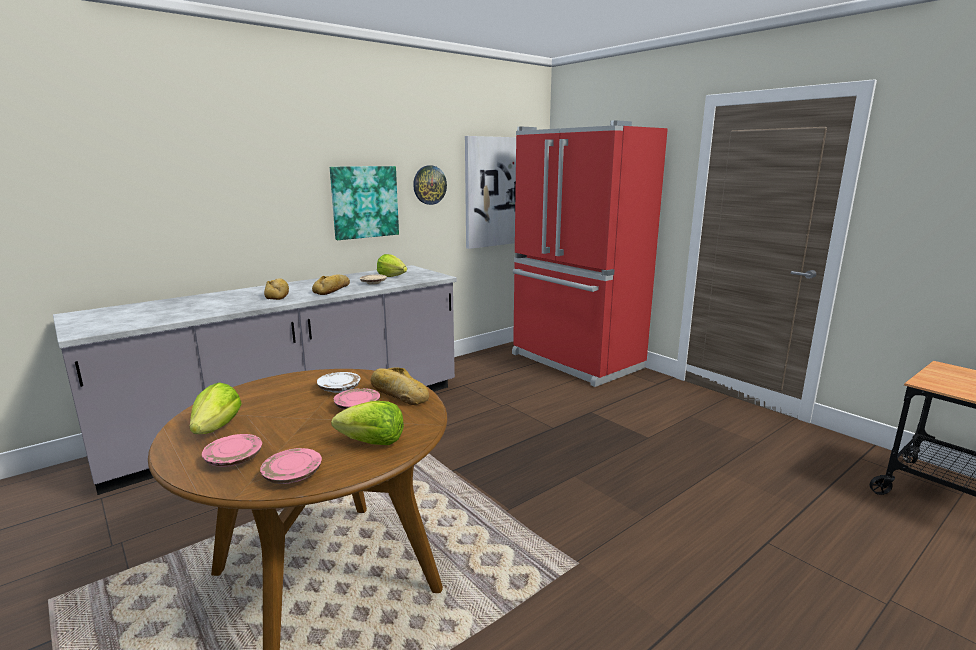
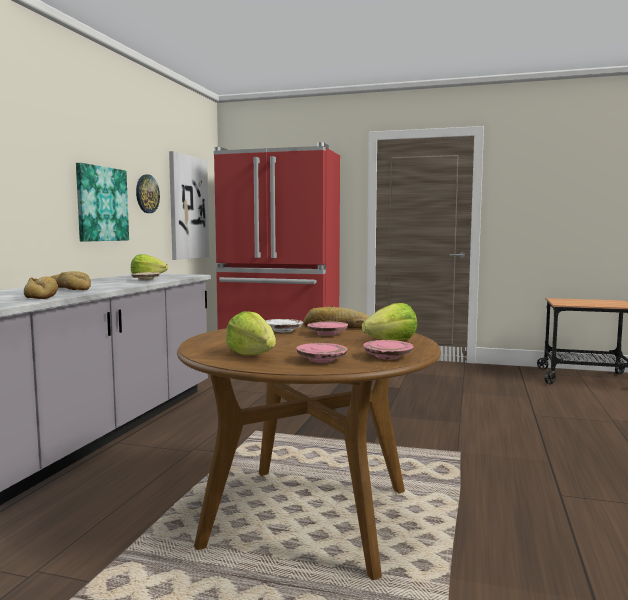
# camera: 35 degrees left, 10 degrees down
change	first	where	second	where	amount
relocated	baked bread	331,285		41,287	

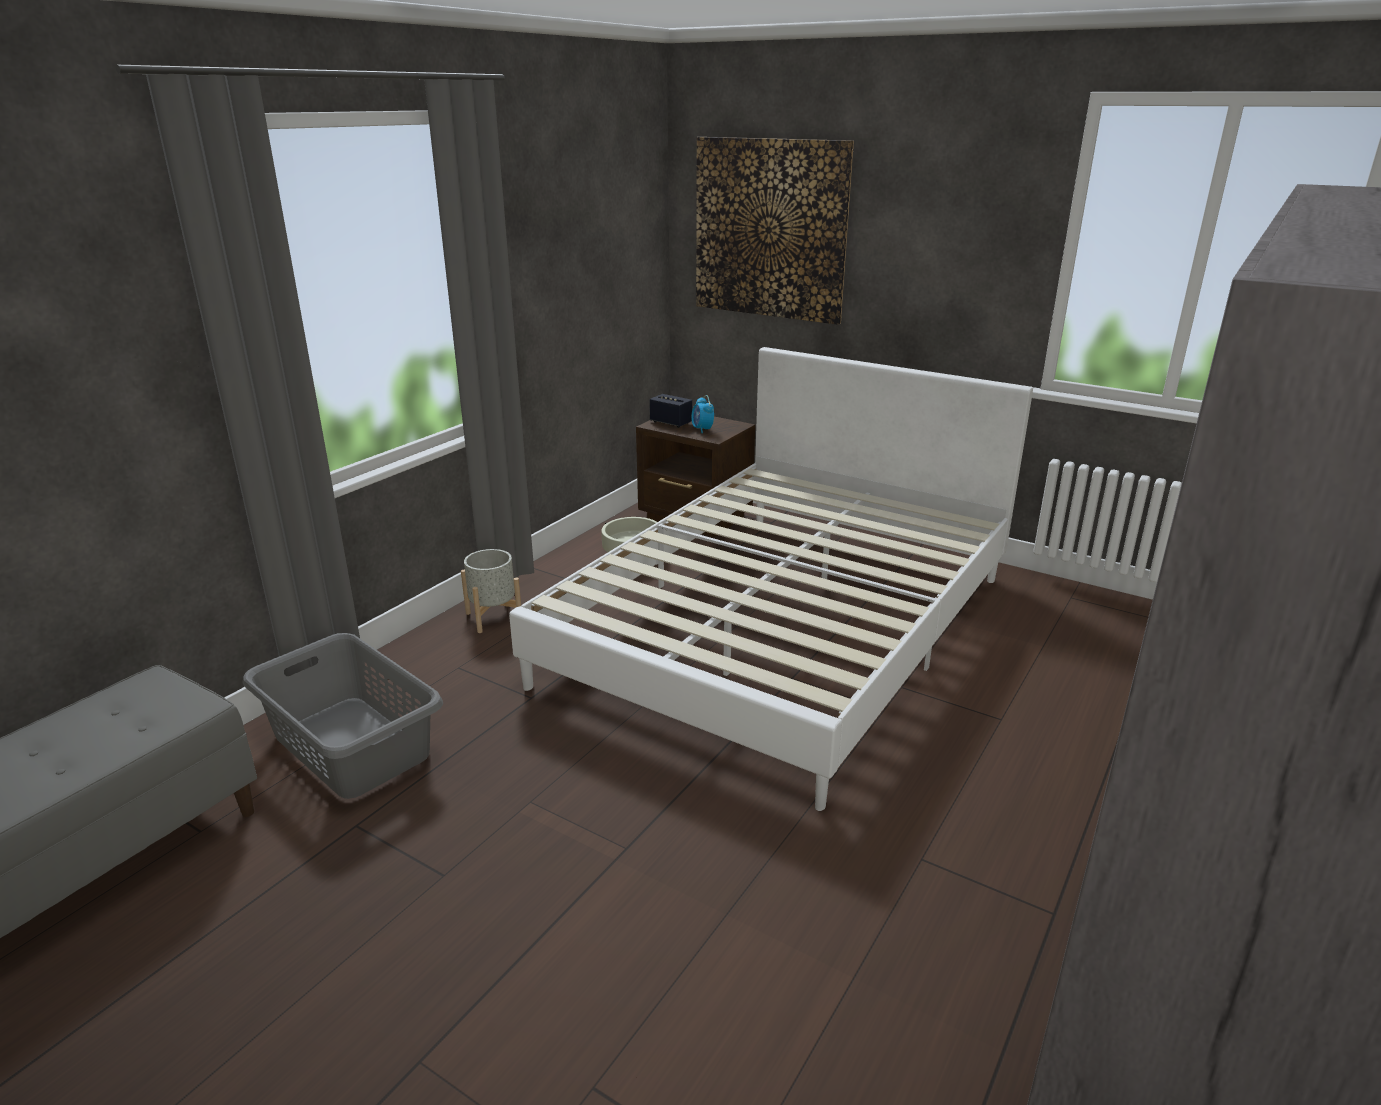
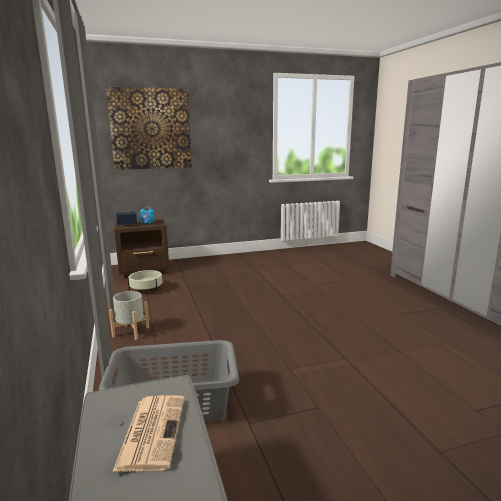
# camera: 50 degrees left, 10 degrees down
change	first	where	second	where	amount
missing	white-coloured bedroom bed	771,579			
appeared			printed paper	148,433	

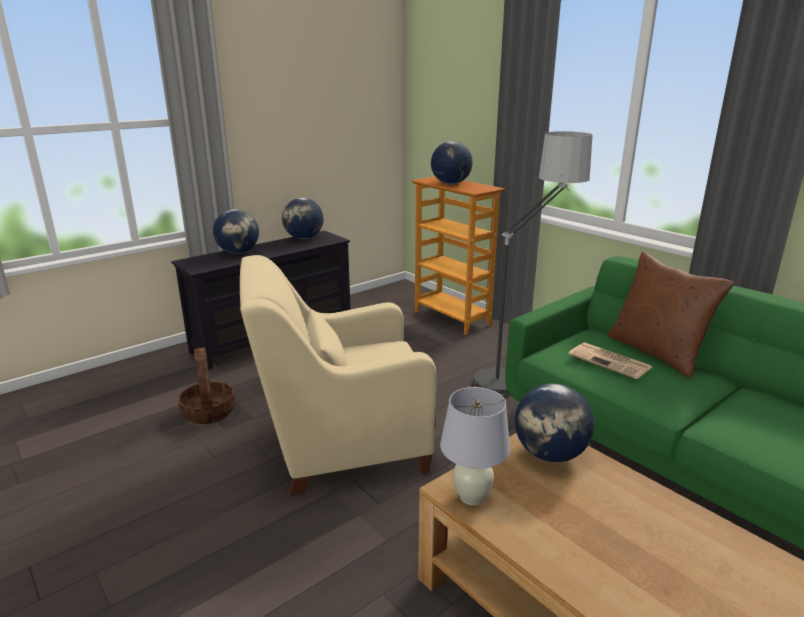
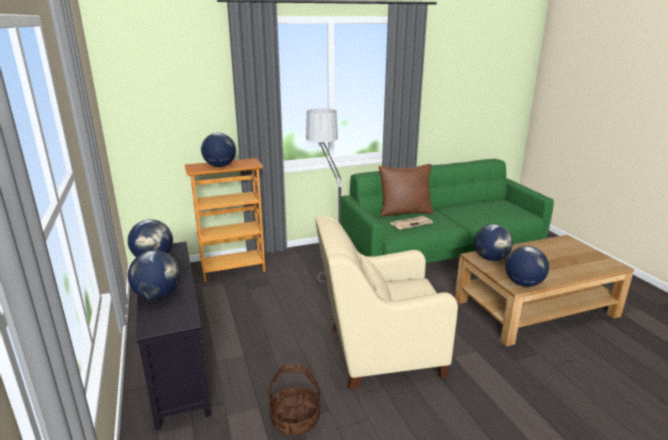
# camera: 70 degrees left, 0 degrees up
change	first	where	second	where	amount
spun	sand-coloured armchair	338,375		386,302	75 degrees clockwise
exchanged	white-coloured tabletop lamp	475,446	globe	527,266	

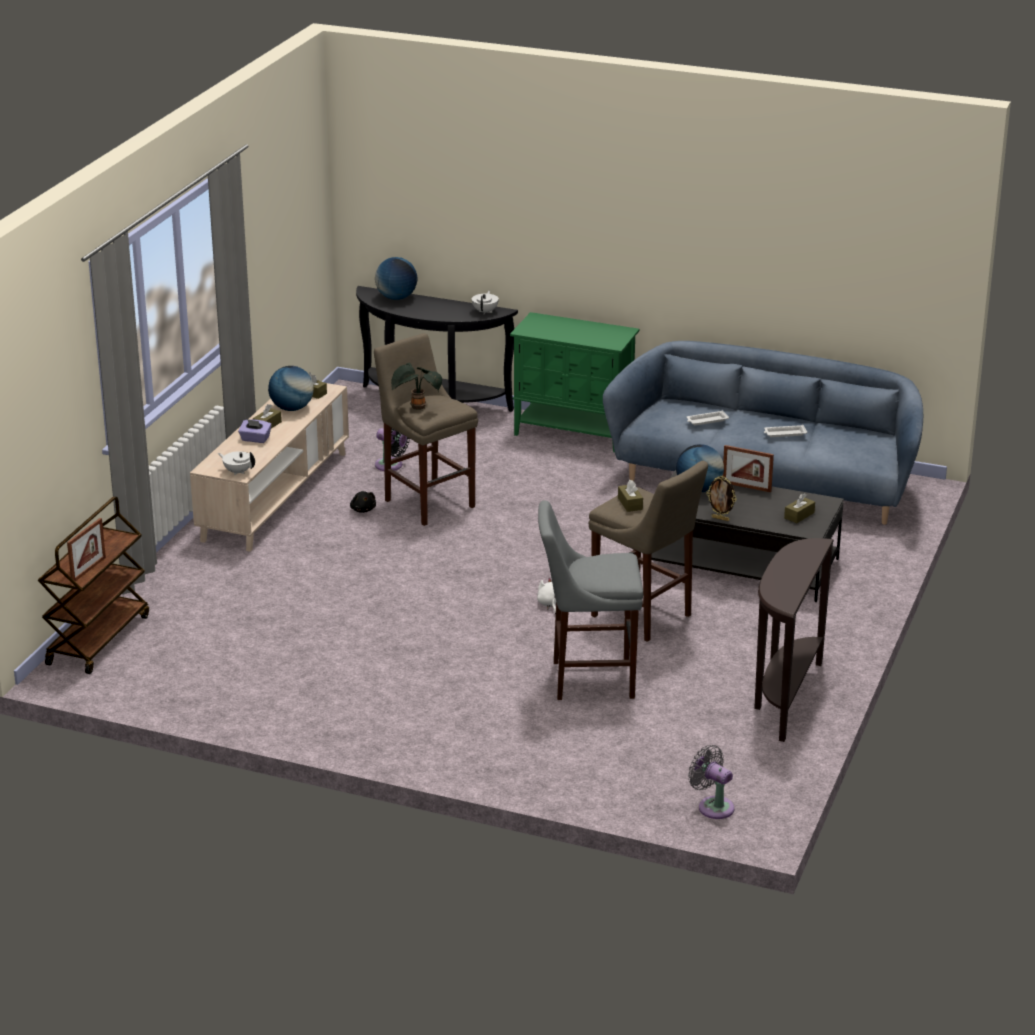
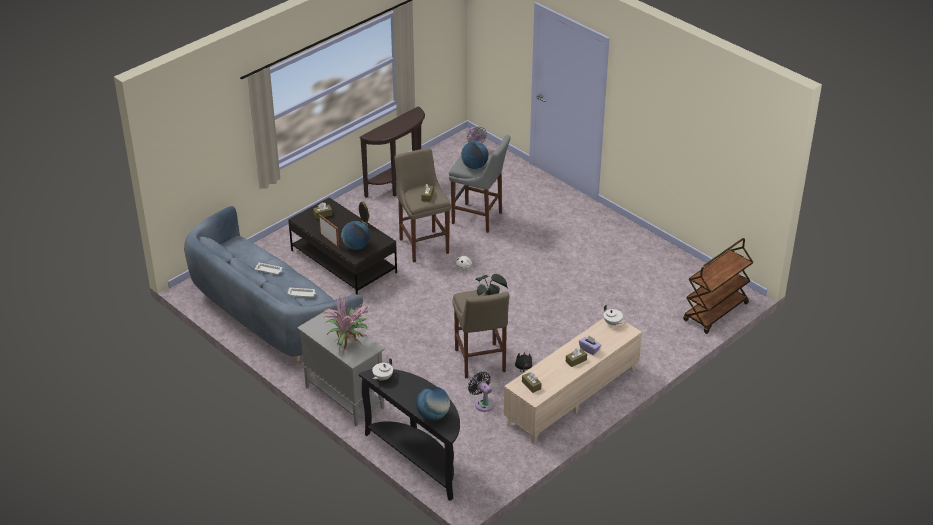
# camera: 155 degrees left, 10 degrees up
change	first	where	second	where	amount
colour	greenish cupboard	575,382	greyish cupboard	341,368	
relocated	globe	291,388		475,155	
missing	picture frame	86,549			
appeared			potted plant	344,324	

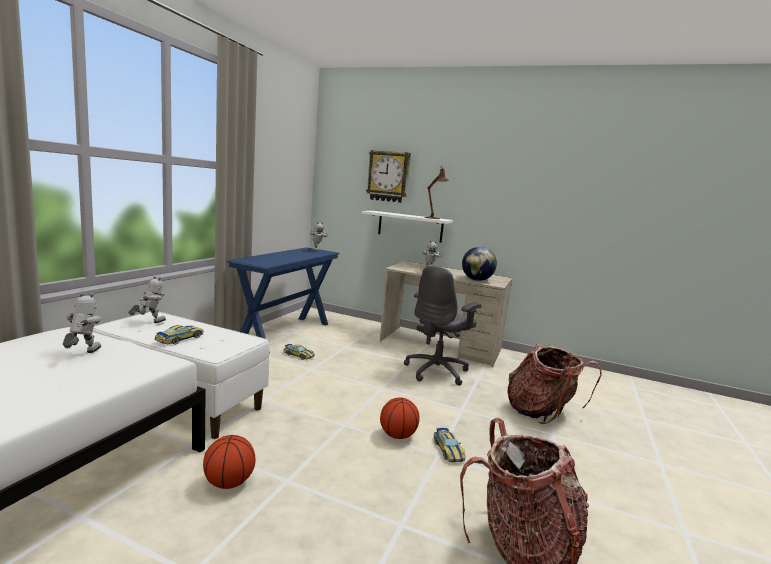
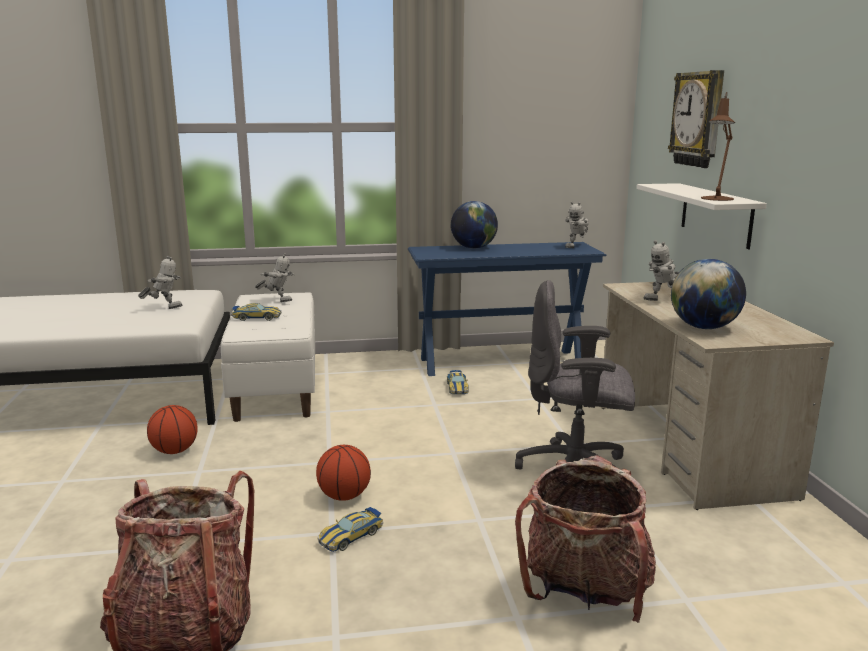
# camera: 60 degrees right, 5 degrees up
change	first	where	second	where	amount
appeared			globe	474,225	

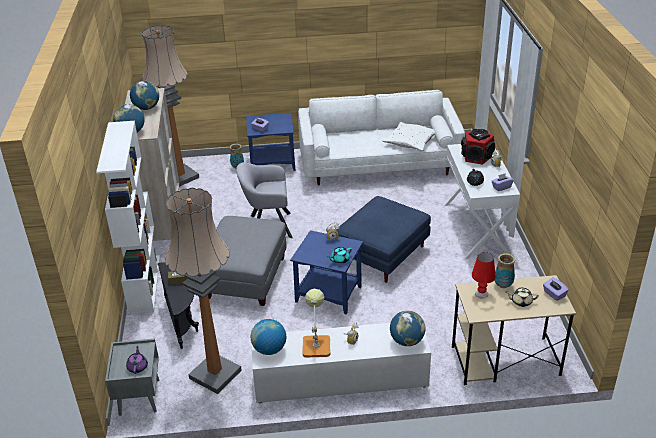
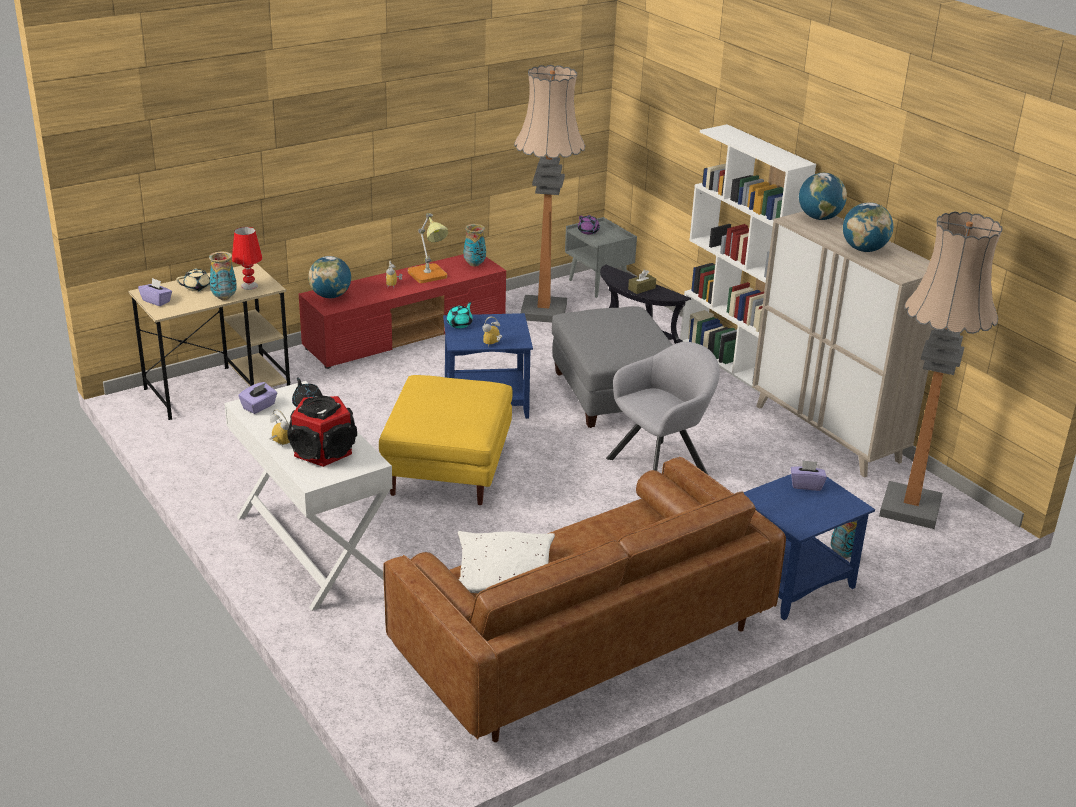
# camera: 150 degrees right, 5 degrees down
change	first	where	second	where	amount
colour	white-coloured settee	381,137	brown-coloured settee	584,599	
colour	blue pouffe	383,239	yellow pouffe	446,440	
exchanged	globe	268,337	vase	475,245	
colour	white-coloured tv unit	341,363	red tv unit	402,311	

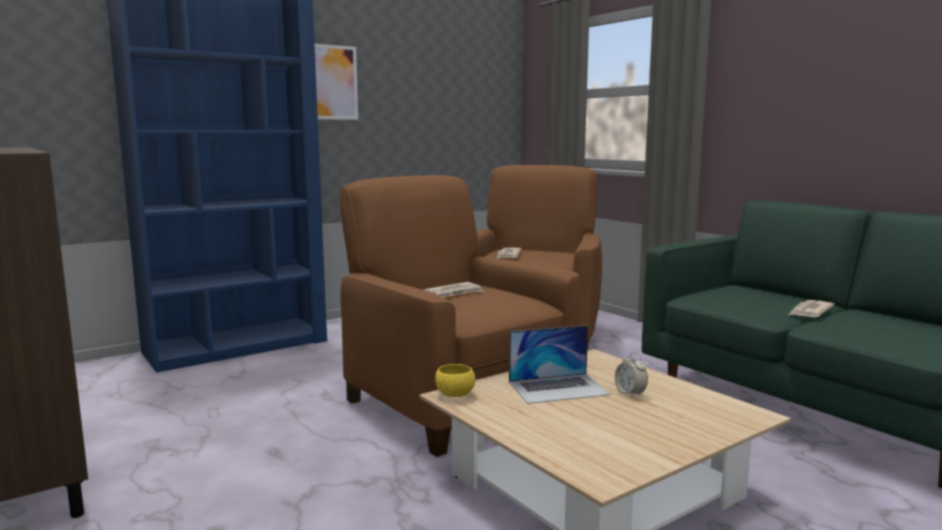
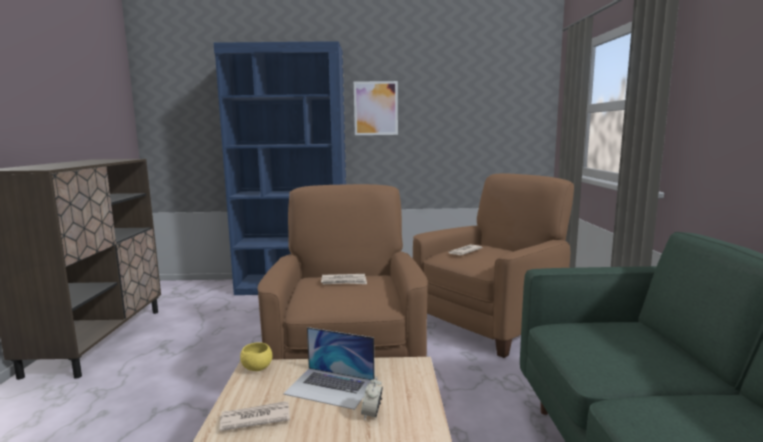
# camera: 35 degrees right, 0 degrees up
change	first	where	second	where	amount
relocated	printed paper	812,308		254,416	

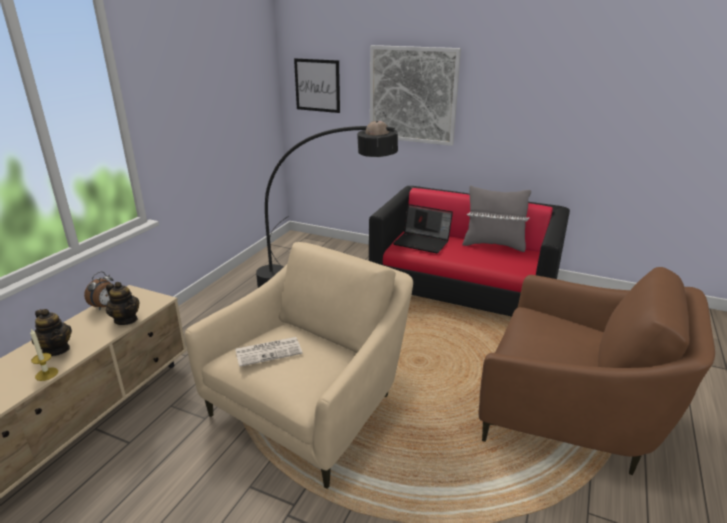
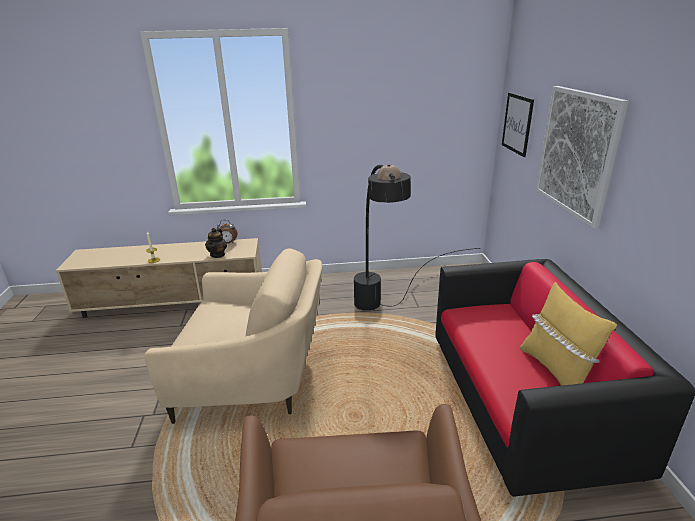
# camera: 60 degrees right, 0 degrees up
change	first	where	second	where	amount
colour	greyish pillow	496,218	yellow pillow	568,334	
missing	laptop	423,228			
missing	pot for tea	52,332			
missing	printed paper	269,352			

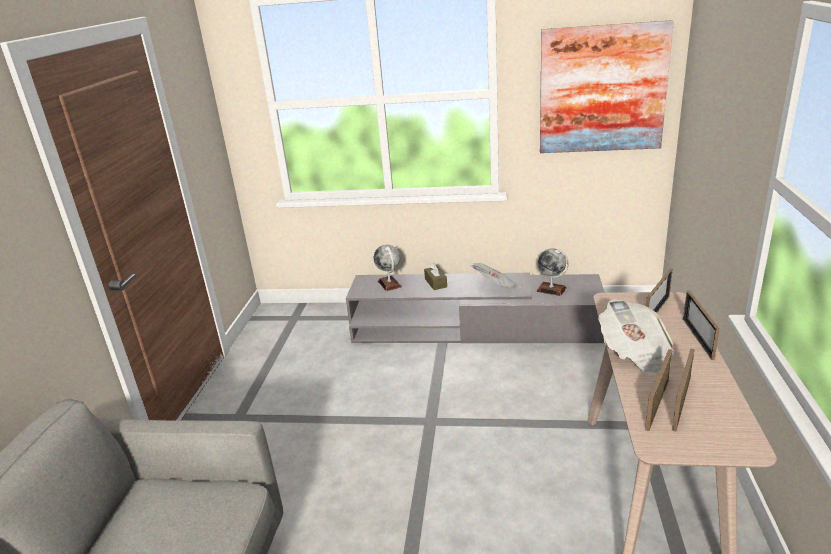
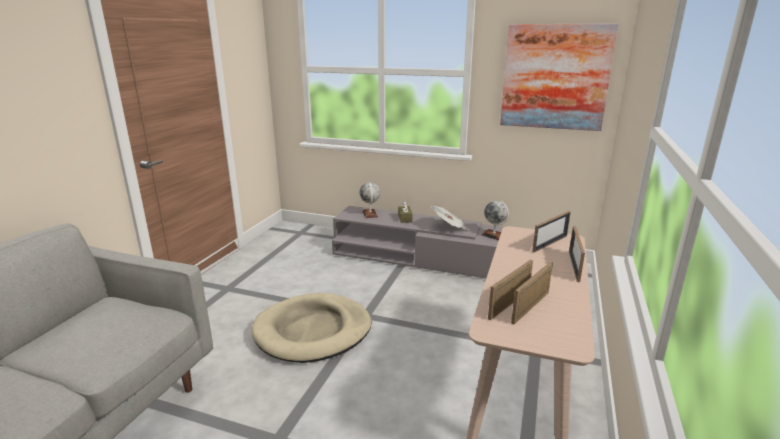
# camera: 10 degrees right, 5 degrees down
change	first	where	second	where	amount
missing	printed paper	637,337			
appeared			sand-coloured dog cushion	311,328	

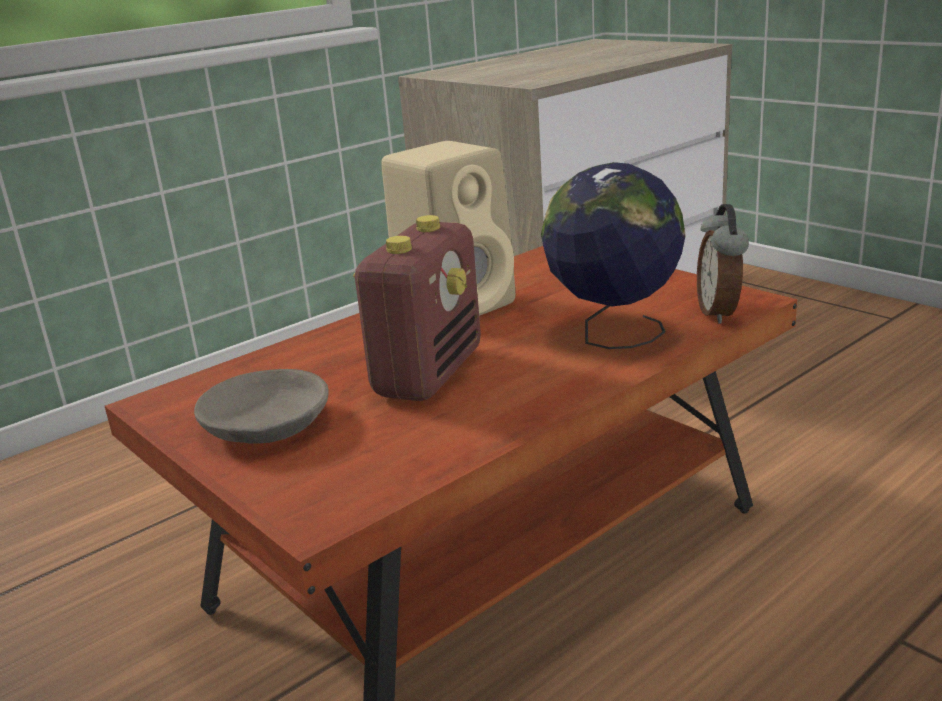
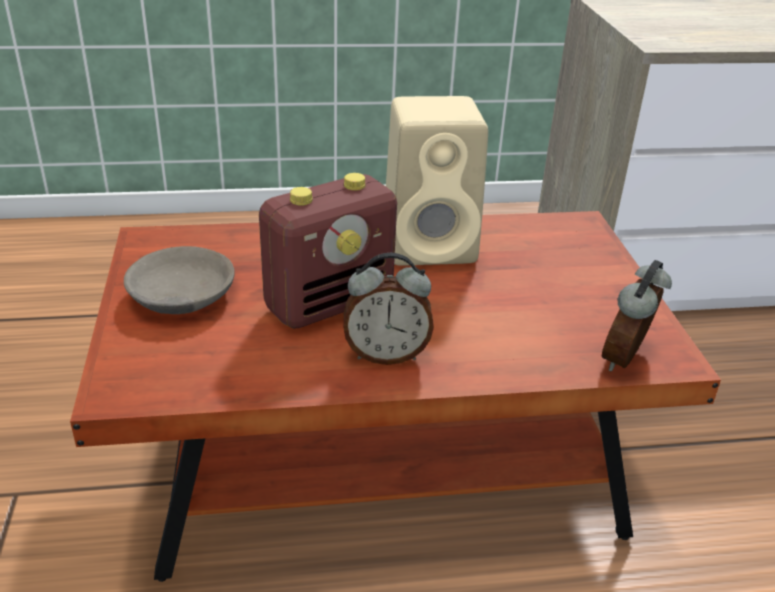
# camera: 30 degrees right, 10 degrees up
change	first	where	second	where	amount
missing	globe	613,255			
appeared			bedside clock	388,309	

